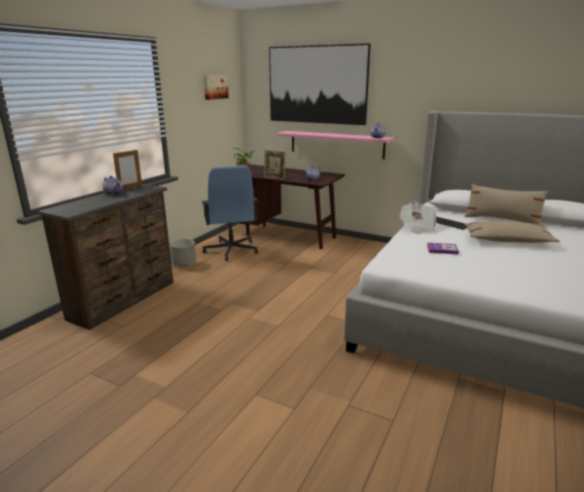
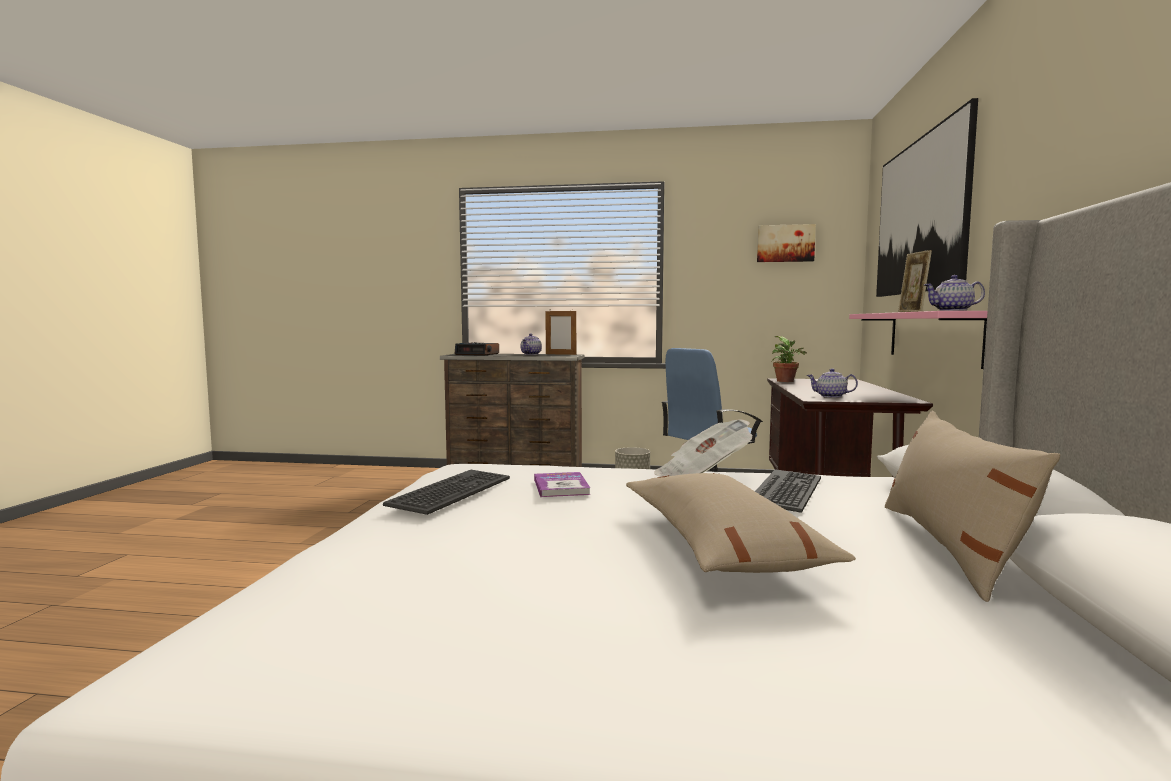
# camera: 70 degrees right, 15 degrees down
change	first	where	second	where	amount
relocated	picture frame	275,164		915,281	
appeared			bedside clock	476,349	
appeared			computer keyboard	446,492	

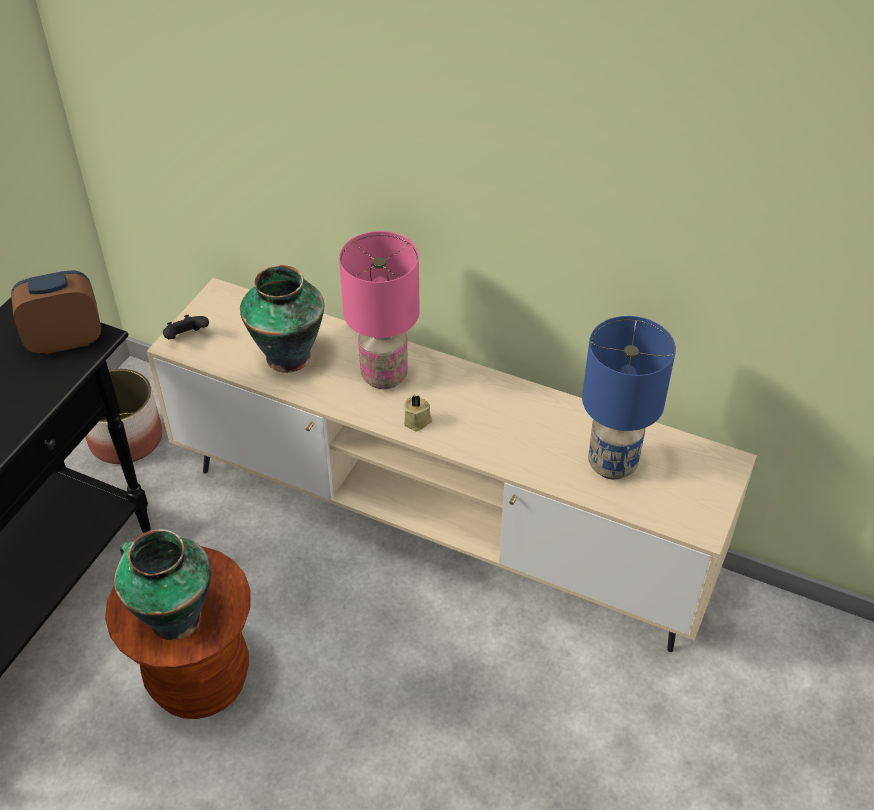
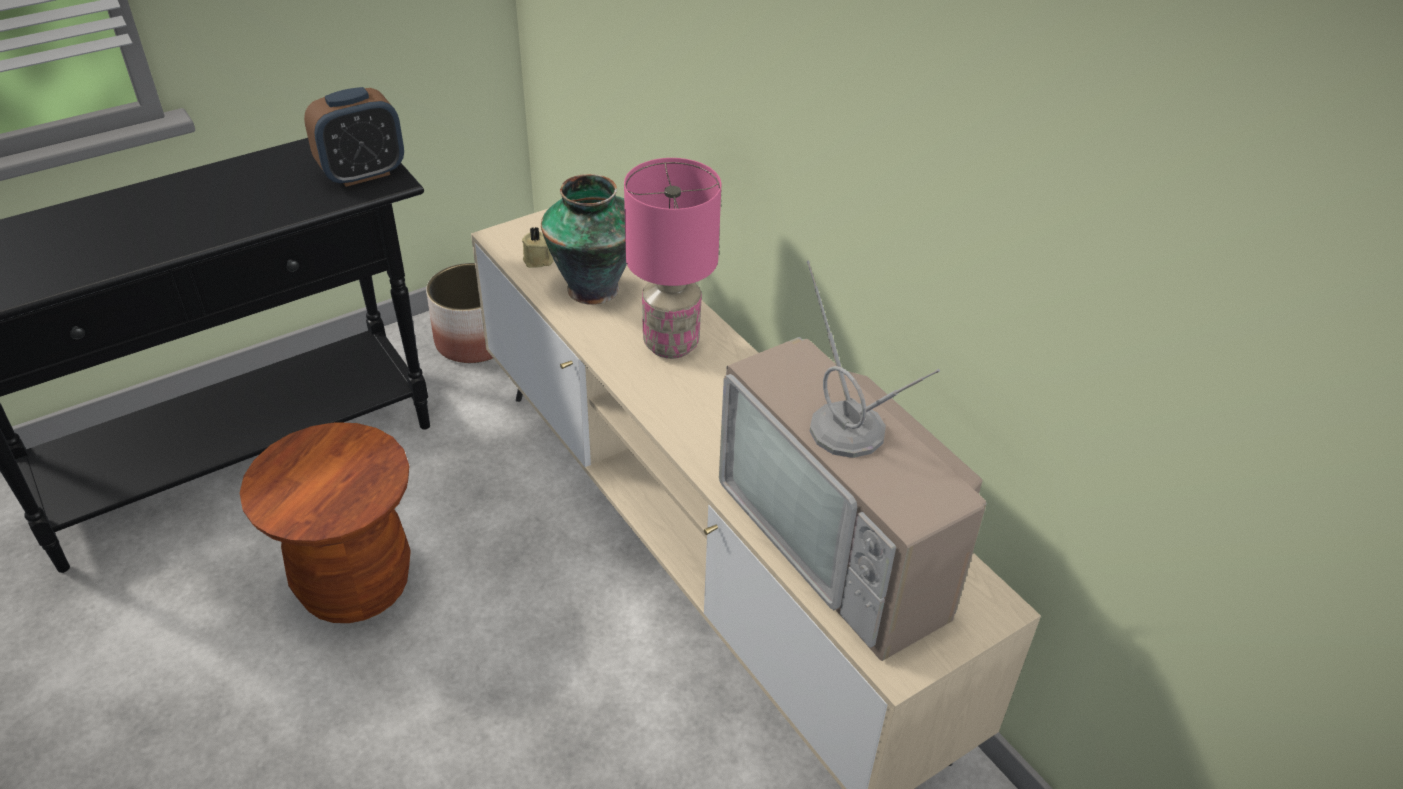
# camera: 30 degrees right, 5 degrees down
change	first	where	second	where	amount
spun	bedside clock	56,312		354,137	135 degrees clockwise
missing	black-coloured game controller	186,327			
exchanged	blue tabletop lamp	629,398	TV set	853,460	
relocated	sand-coloured wax candle	418,412		538,247	
missing	vase	162,584			

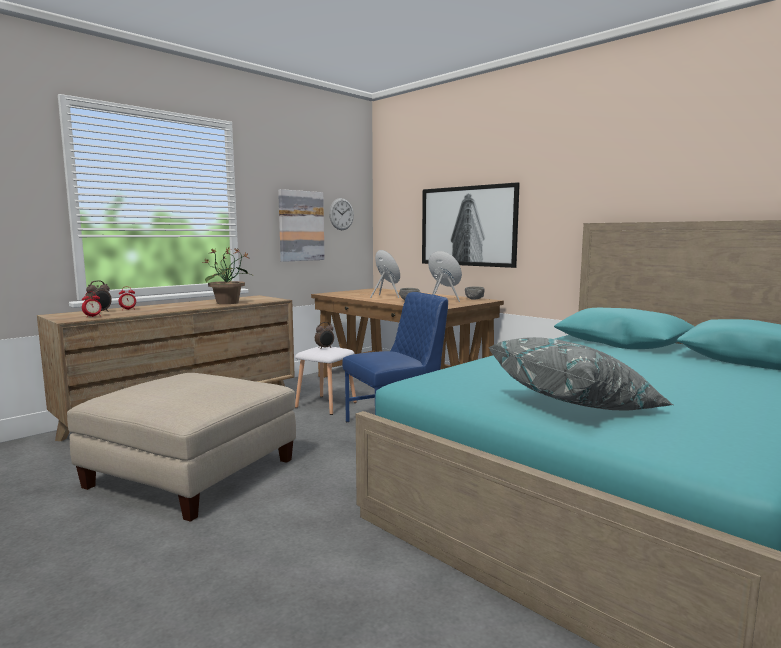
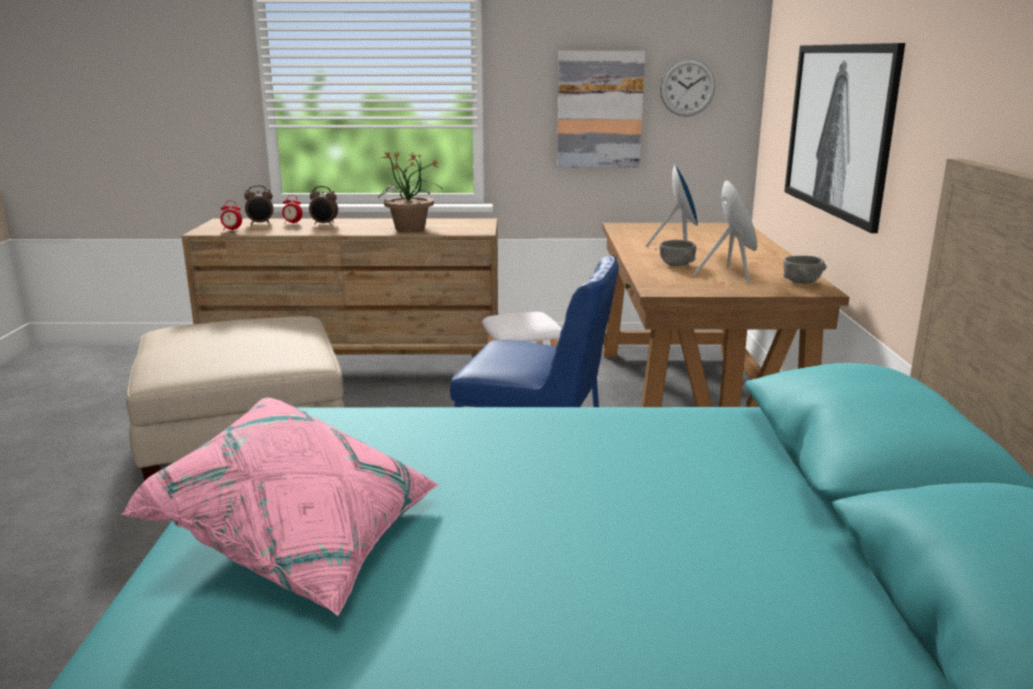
# camera: 45 degrees right, 10 degrees up
change	first	where	second	where	amount
relocated	bedside clock	324,335		323,205	
colour	greyish pillow	580,373	pinkish pillow	280,507	

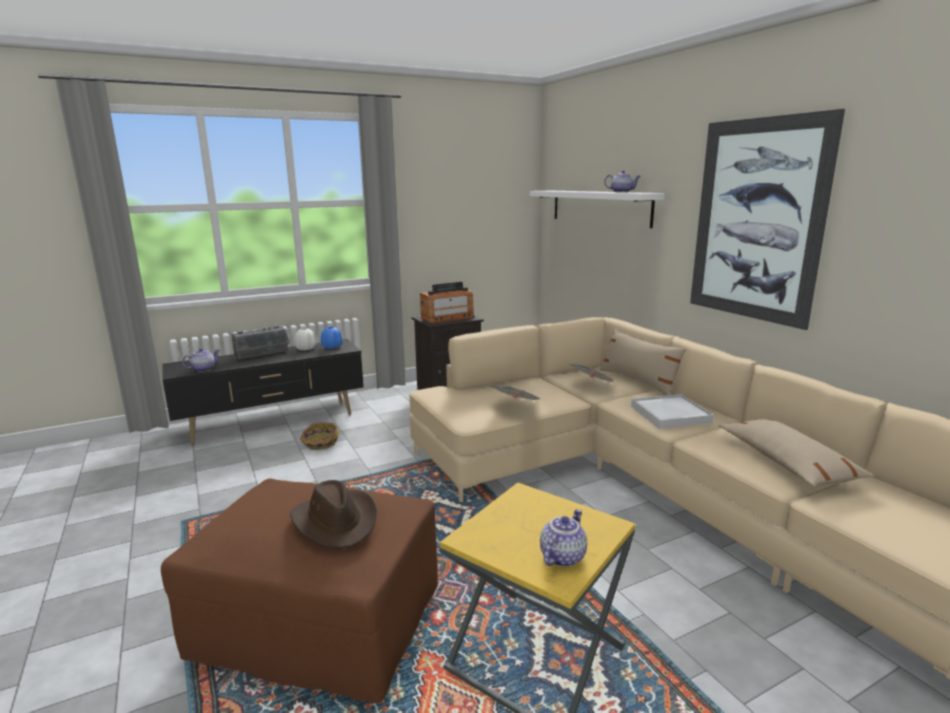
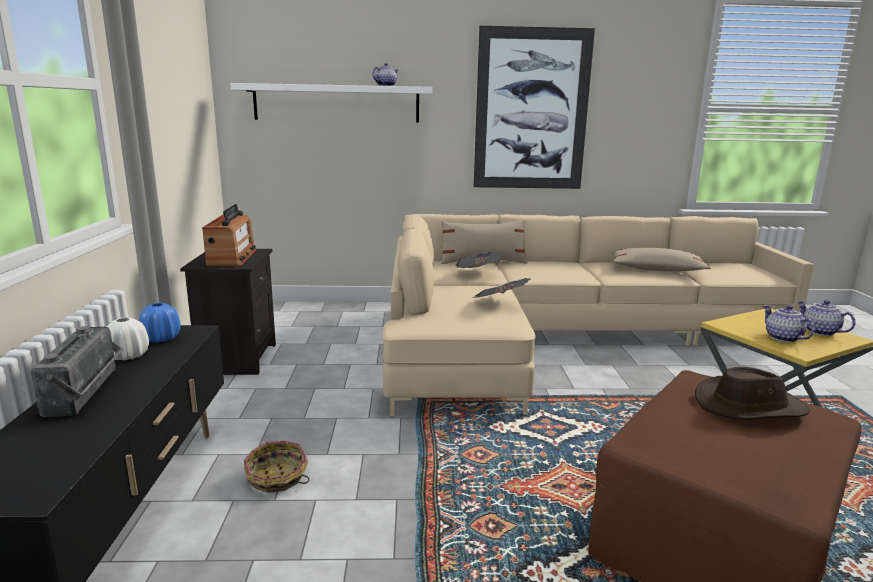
# camera: 65 degrees left, 0 degrees up
change	first	where	second	where	amount
relocated	pot for tea	201,360		789,323	
missing	white-coloured carrying tray	672,411			

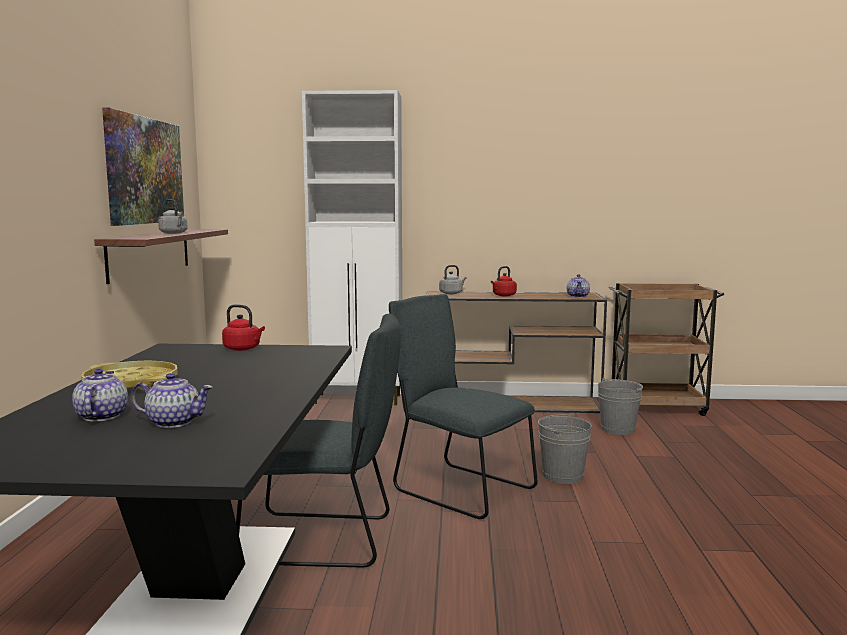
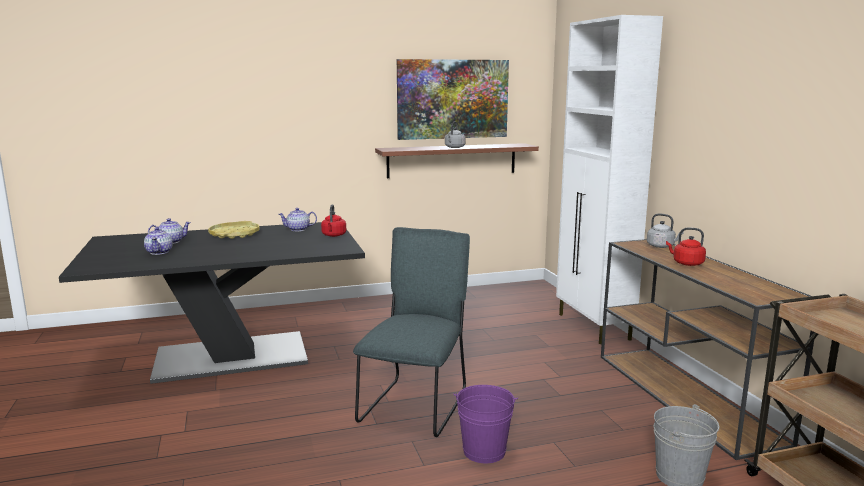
# camera: 70 degrees right, 5 degrees up
change	first	where	second	where	amount
relocated	pot for tea	578,286		297,219	
missing	greyish upright chair	318,441			
colour	greyish pail	565,448	purplish pail	486,424	

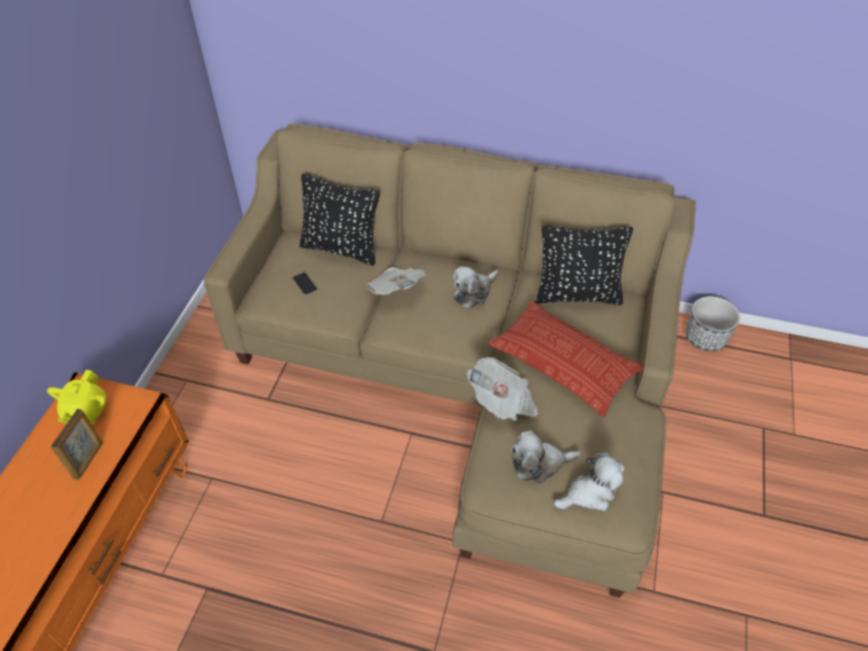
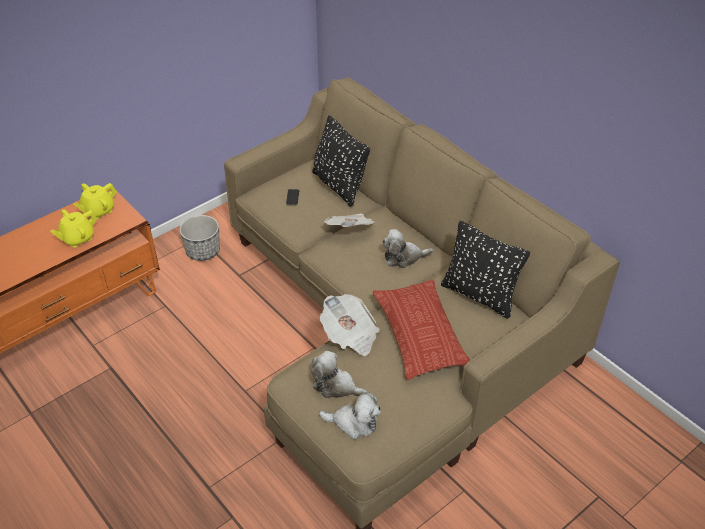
# camera: 35 degrees right, 5 degrees down
change	first	where	second	where	amount
relocated	flower pot	713,323		199,238	
exchanged	picture frame	77,444	yellow pot for tea	73,228	

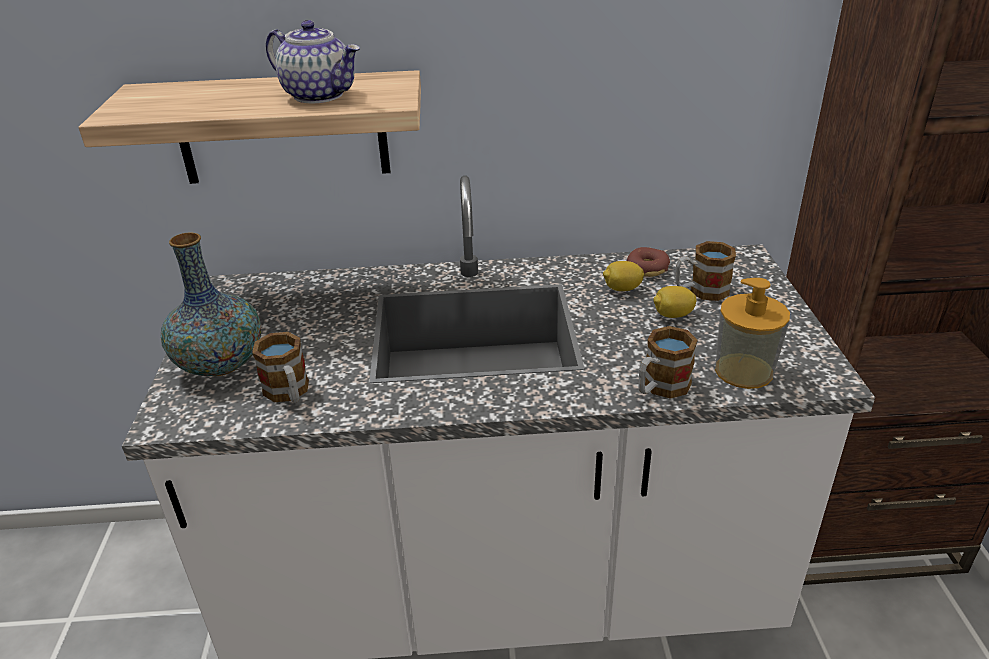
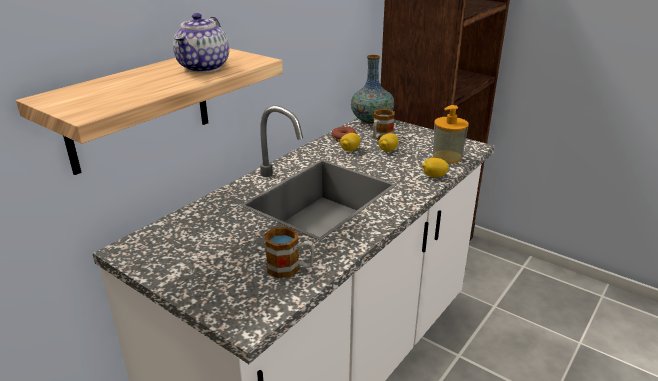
# camera: 50 degrees left, 5 degrees down
change	first	where	second	where	amount
spun	pot for tea	313,61		201,42	120 degrees clockwise
relocated	vase	211,304		372,89	
exchanged	tea mug	668,362	whole lemon	435,168	

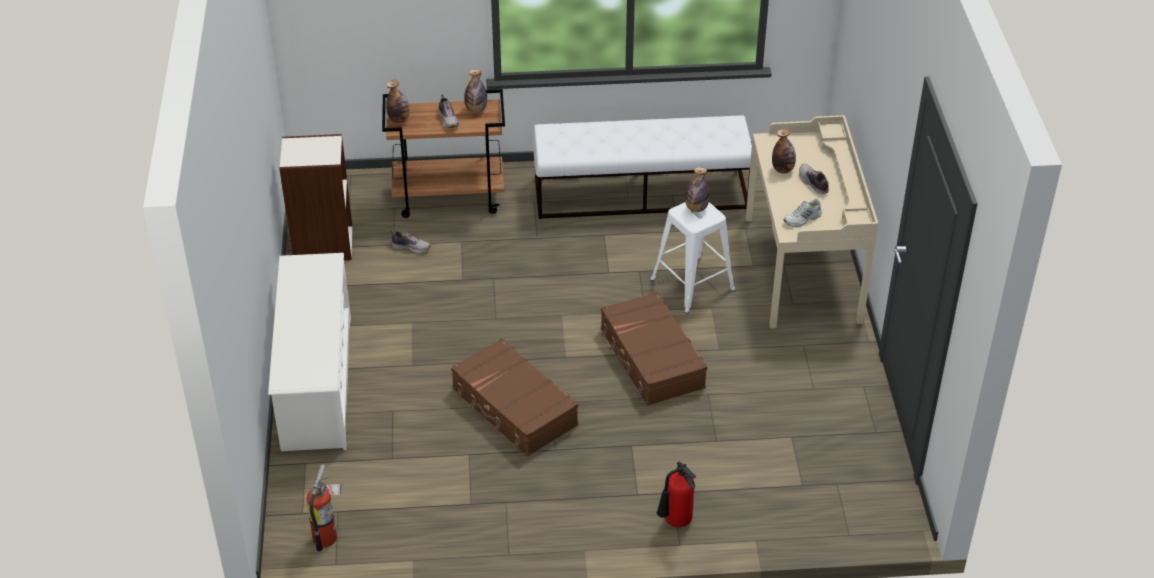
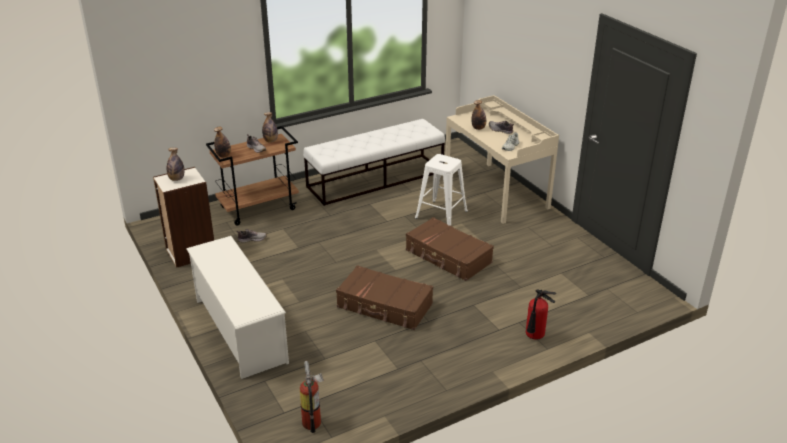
# camera: 25 degrees left, 10 degrees down
change	first	where	second	where	amount
relocated	beverage bottle	697,189		175,164	

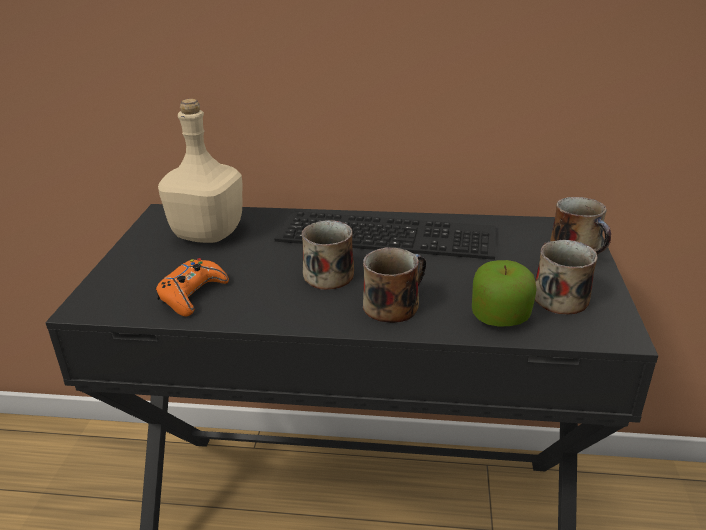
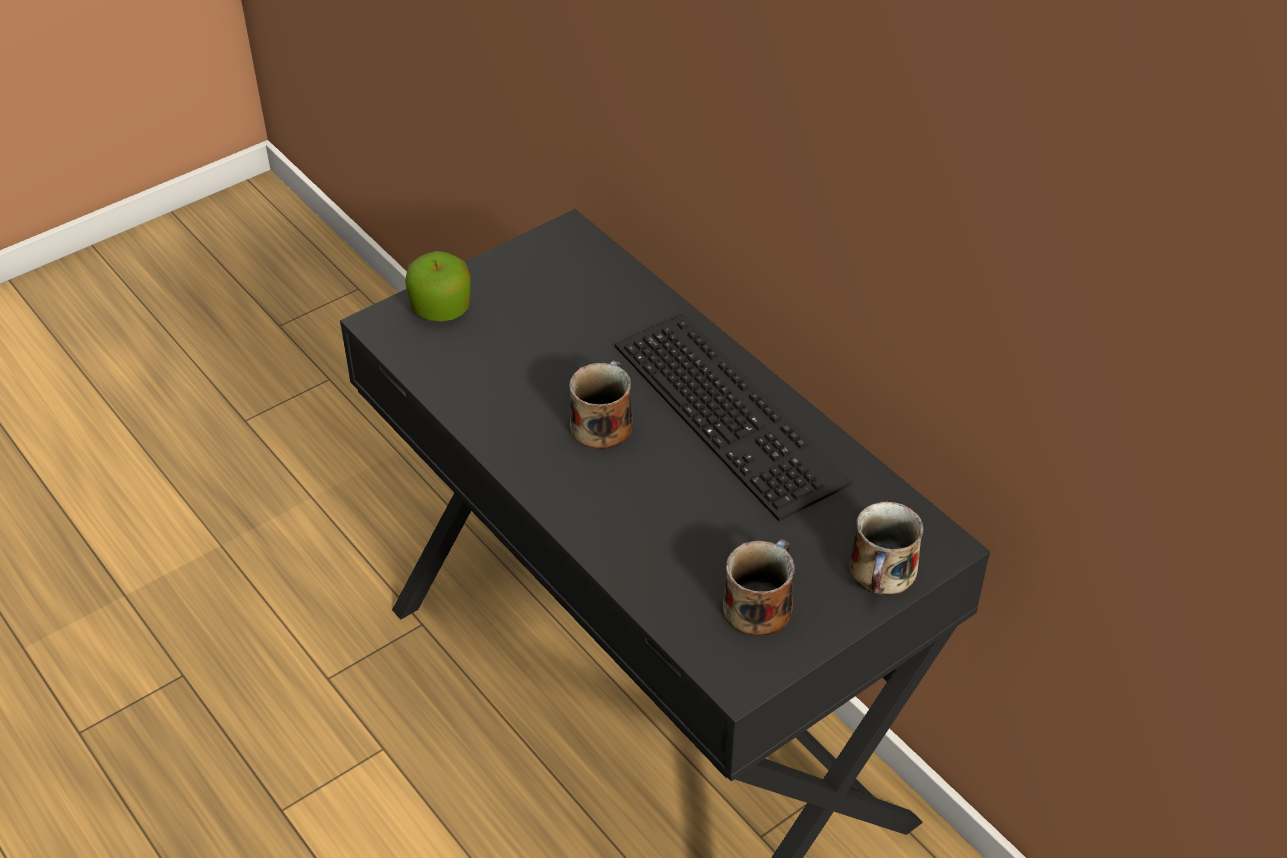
# camera: 45 degrees right, 15 degrees up
change	first	where	second	where	amount
missing	sand-coloured beverage bottle	200,171			
missing	tea mug	394,285			
missing	orangey game controller	192,287			
relocated	apple	504,293		438,286	

